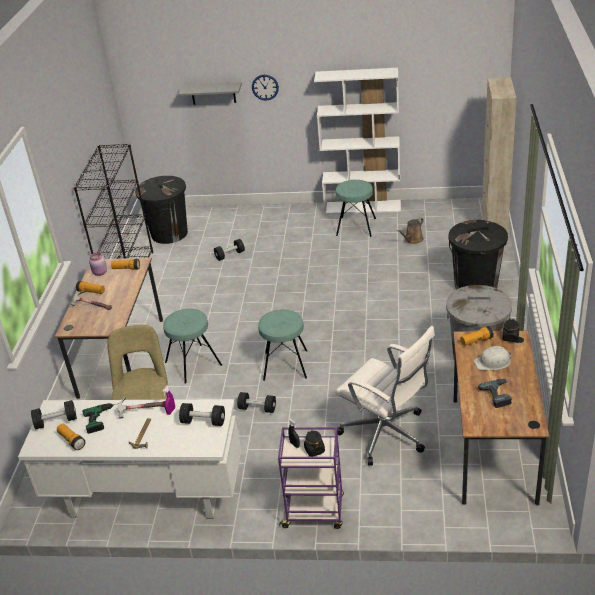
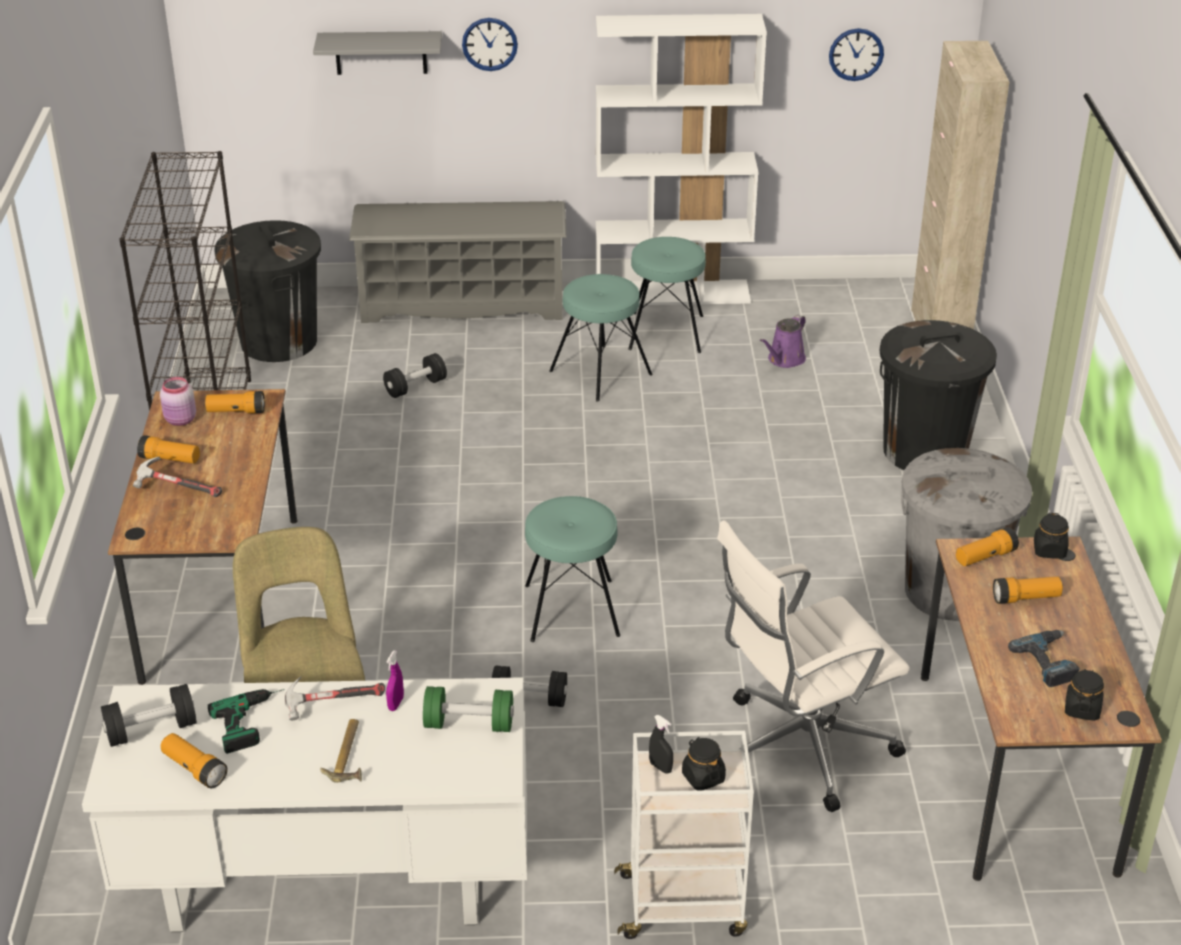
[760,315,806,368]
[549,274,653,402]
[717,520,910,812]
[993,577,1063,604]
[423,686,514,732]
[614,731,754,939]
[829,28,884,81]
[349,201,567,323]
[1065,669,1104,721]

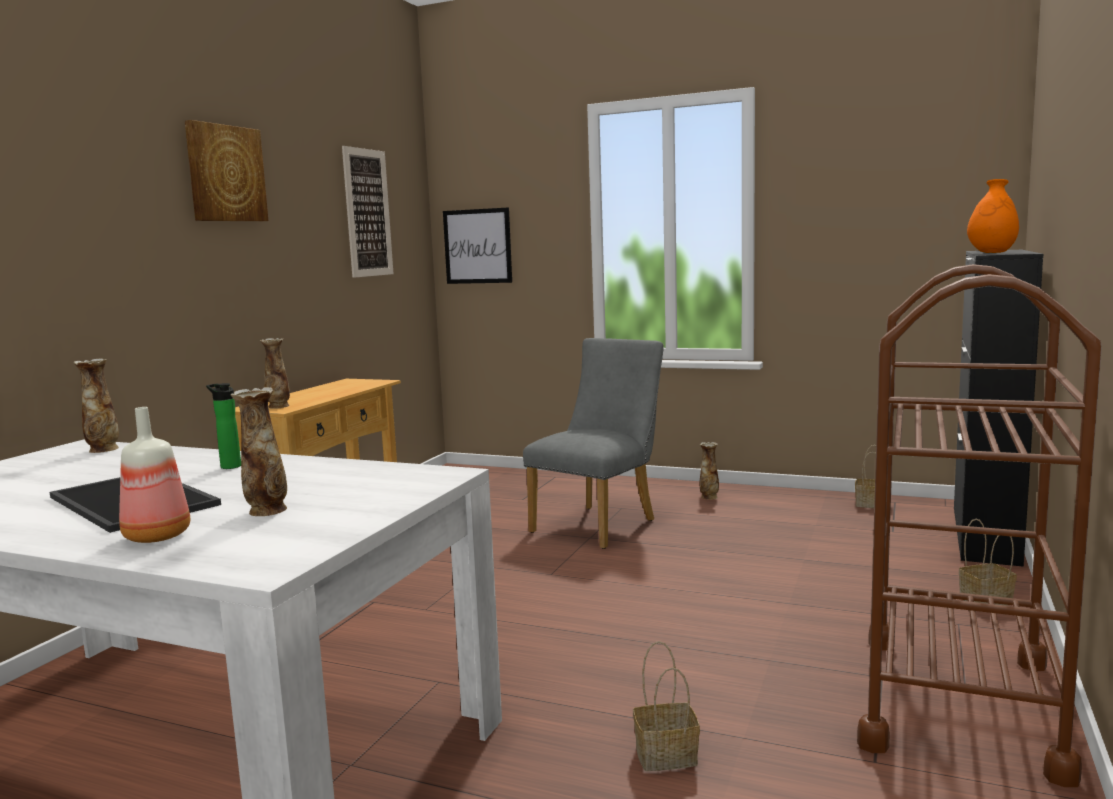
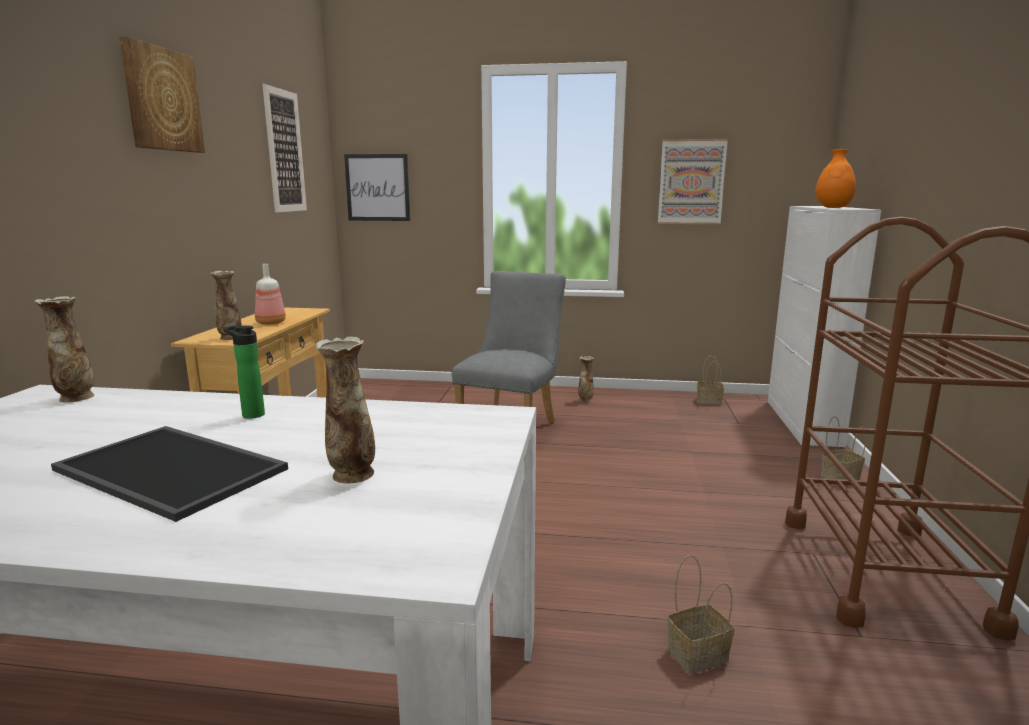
[768,206,881,447]
[255,264,286,325]
[658,139,728,224]

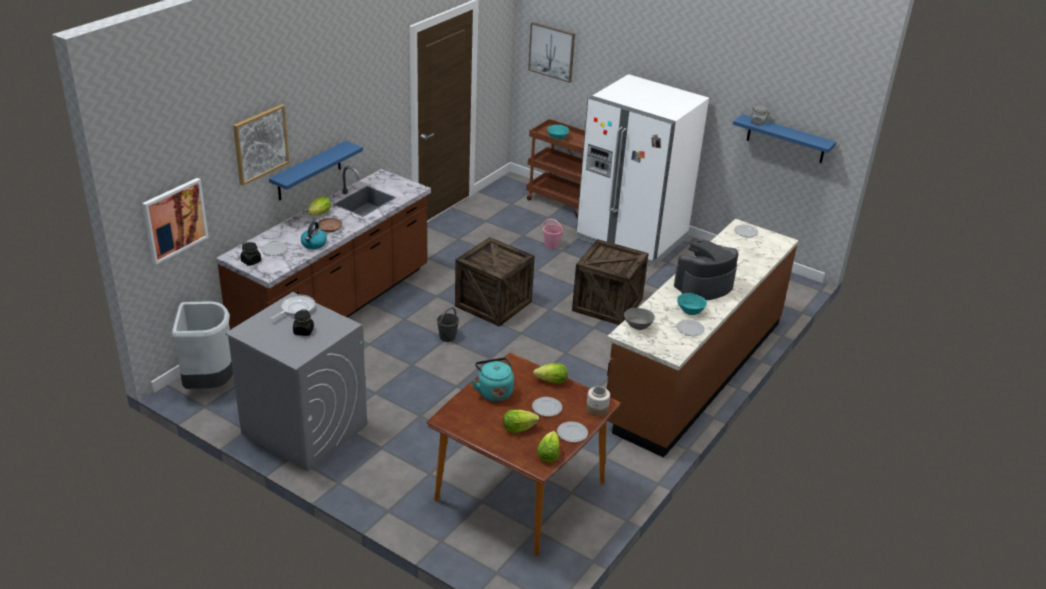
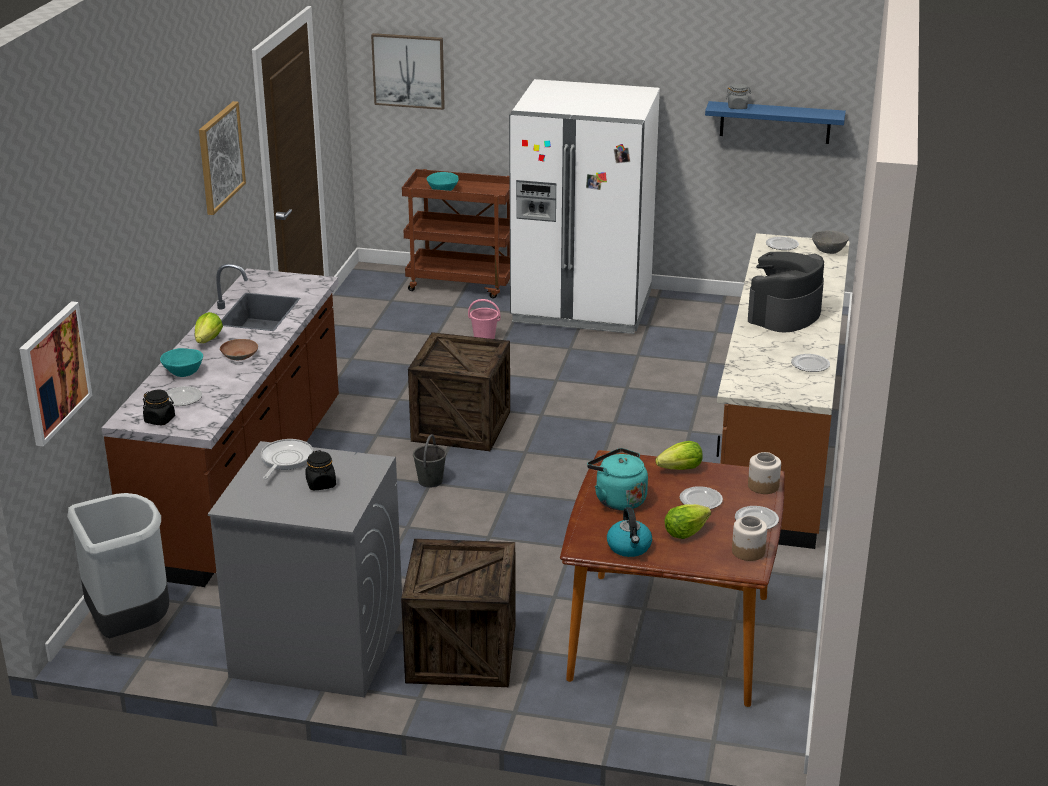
[199,101,246,215]
[269,141,363,201] (first image)
[607,507,652,557]
[401,539,516,687]
[160,348,203,377]
[812,231,849,254]
[732,516,767,561]

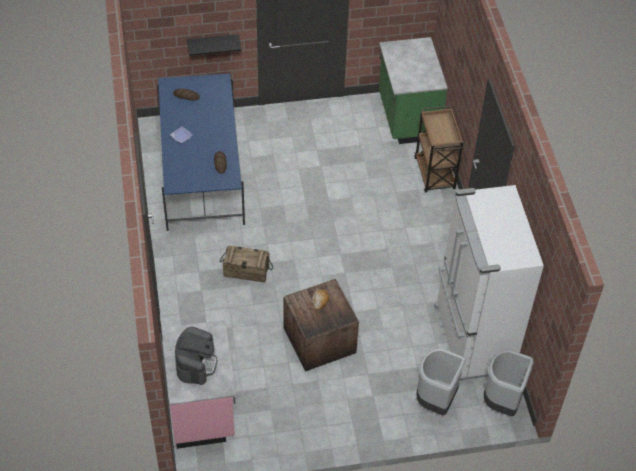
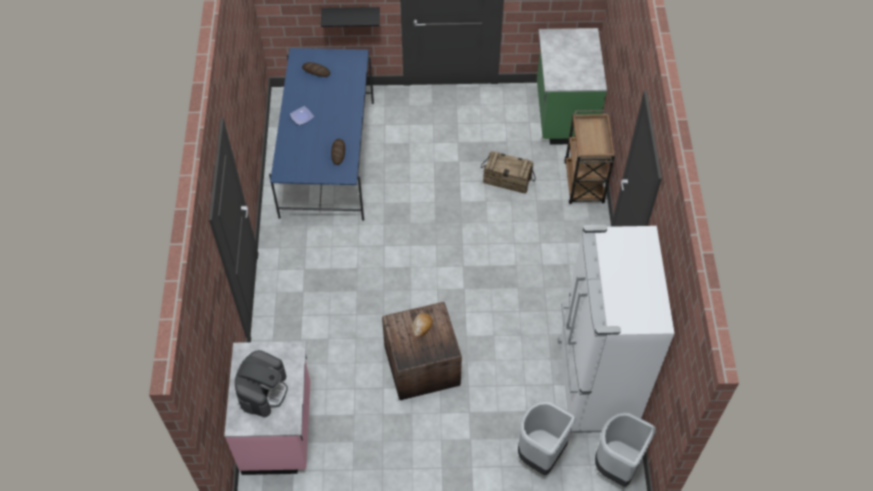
[481,151,536,194]

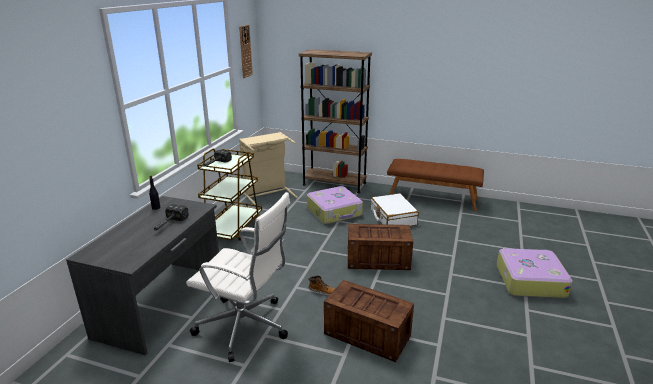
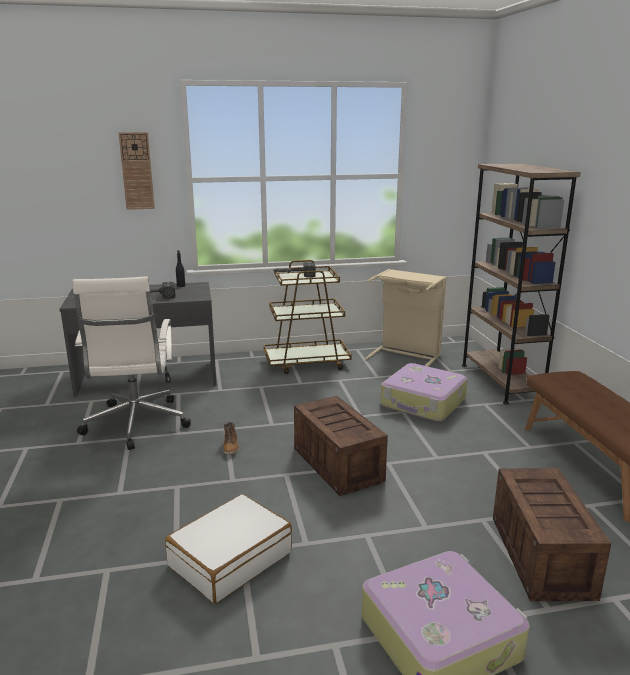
[119,132,155,210]
[165,494,292,604]
[493,468,611,601]

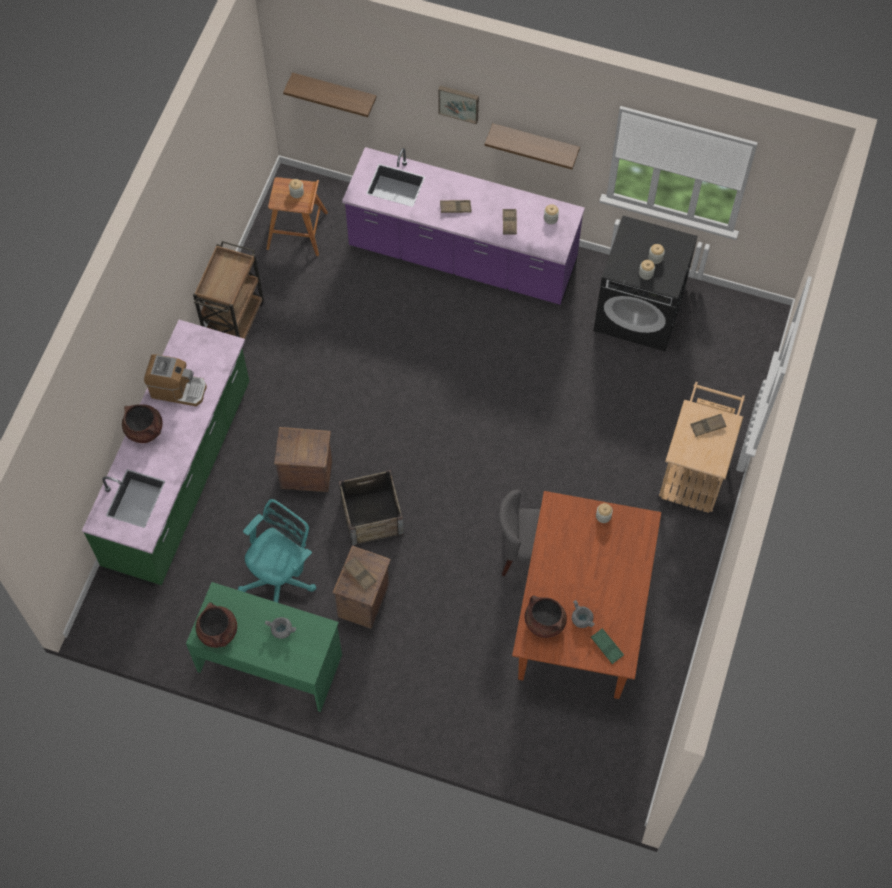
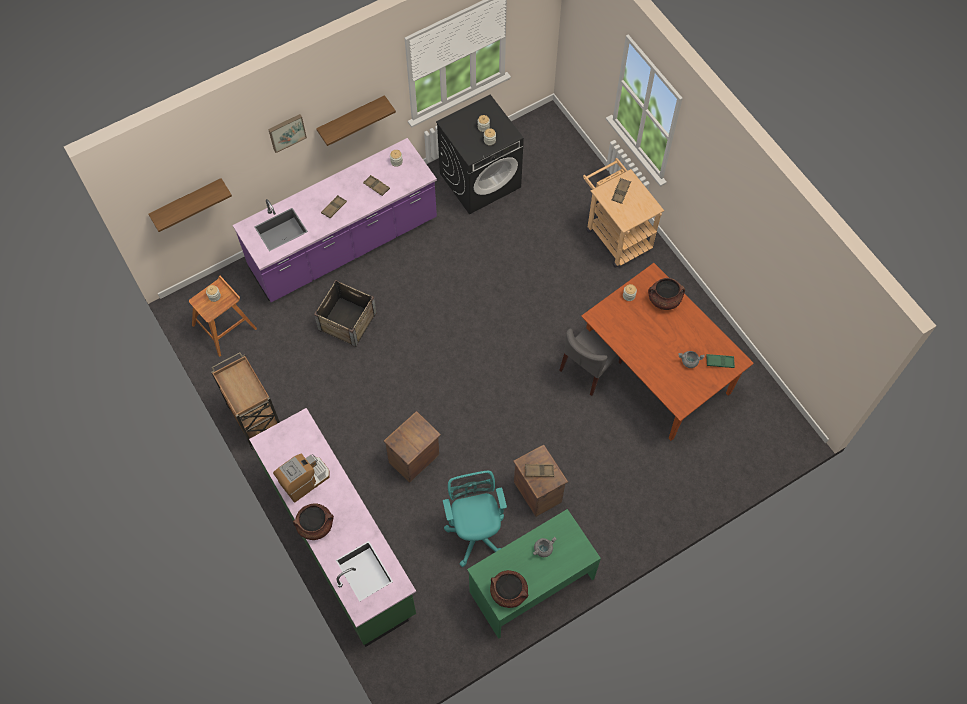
[314,280,377,347]
[648,278,685,310]

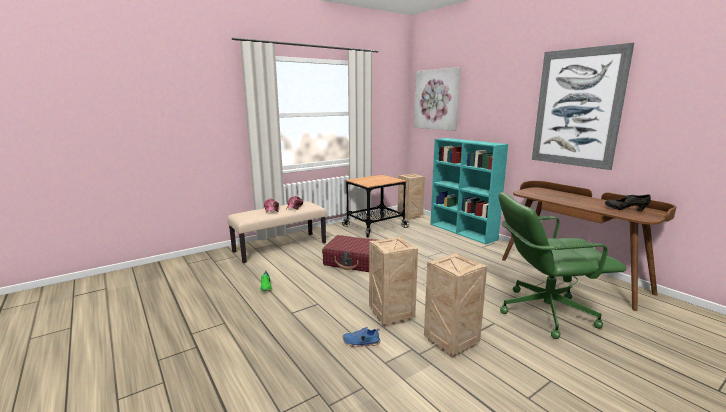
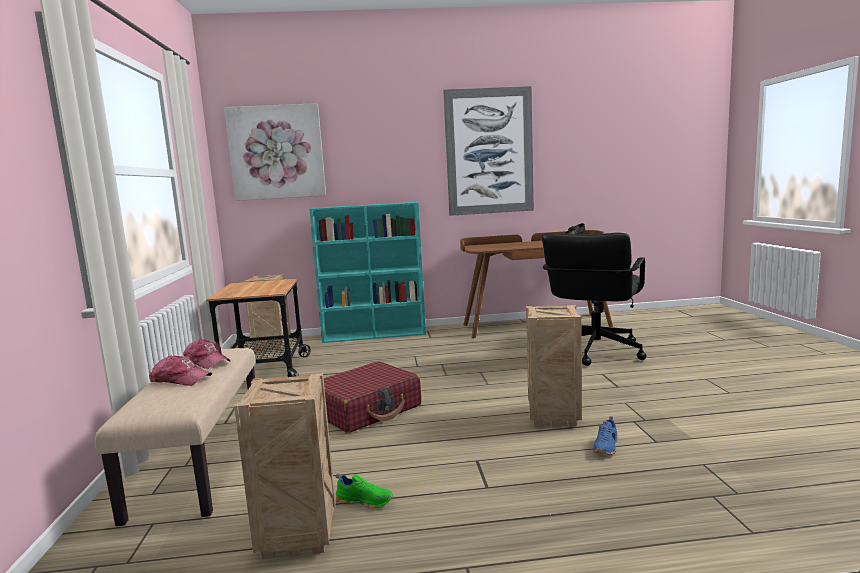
[542,233,646,366]
[234,373,336,559]

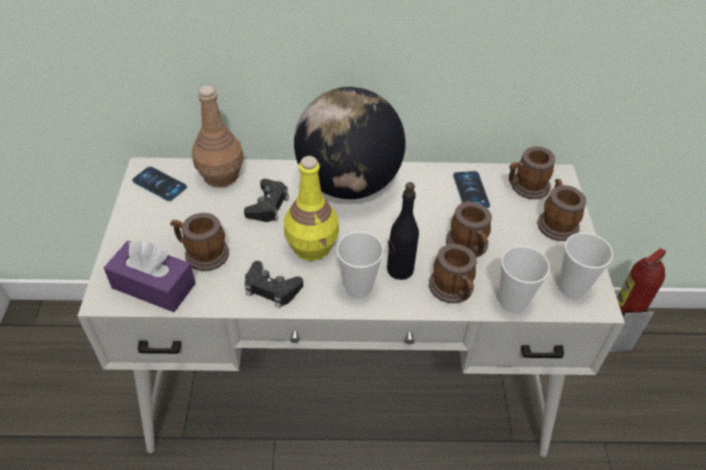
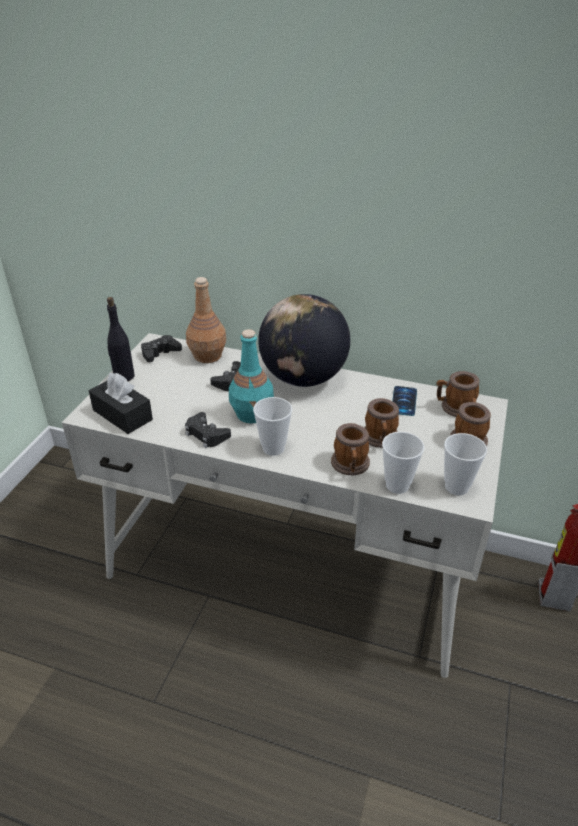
[229,329,274,423]
[141,335,182,362]
[107,297,135,381]
[170,213,229,271] (first image)
[89,373,153,434]

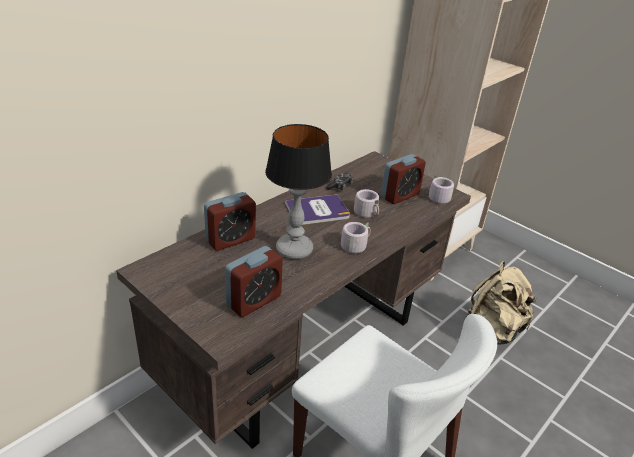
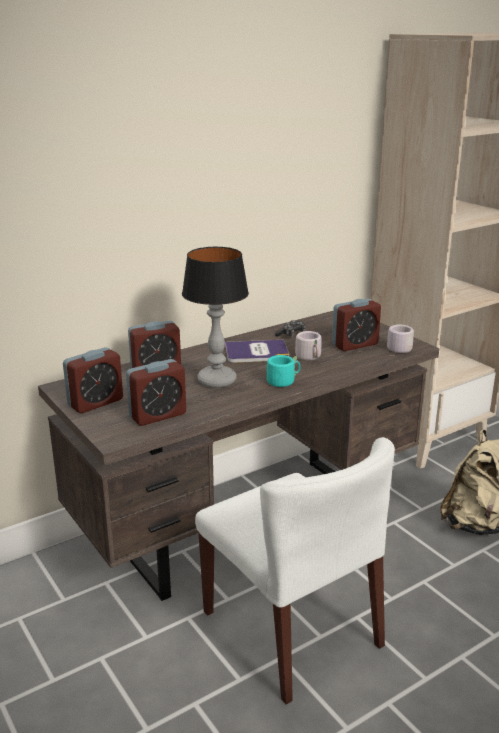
[260,355,301,387]
[63,347,123,413]

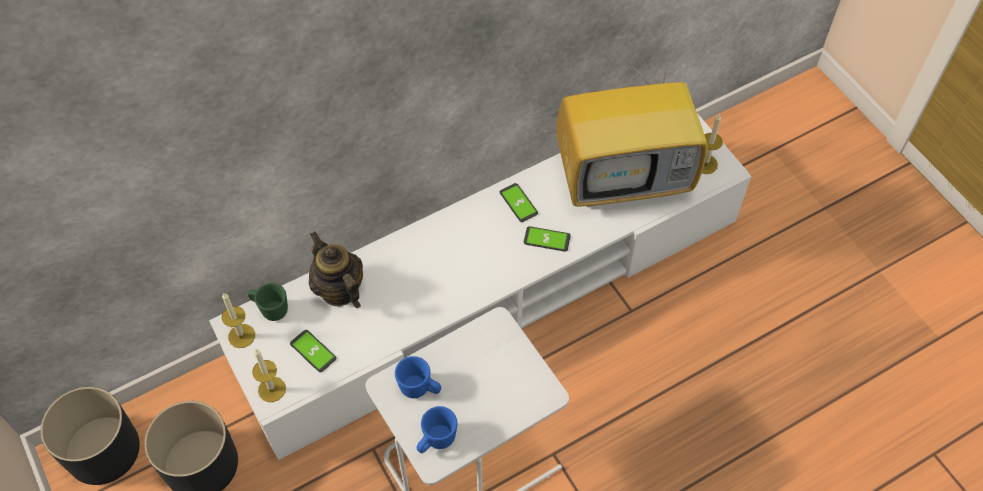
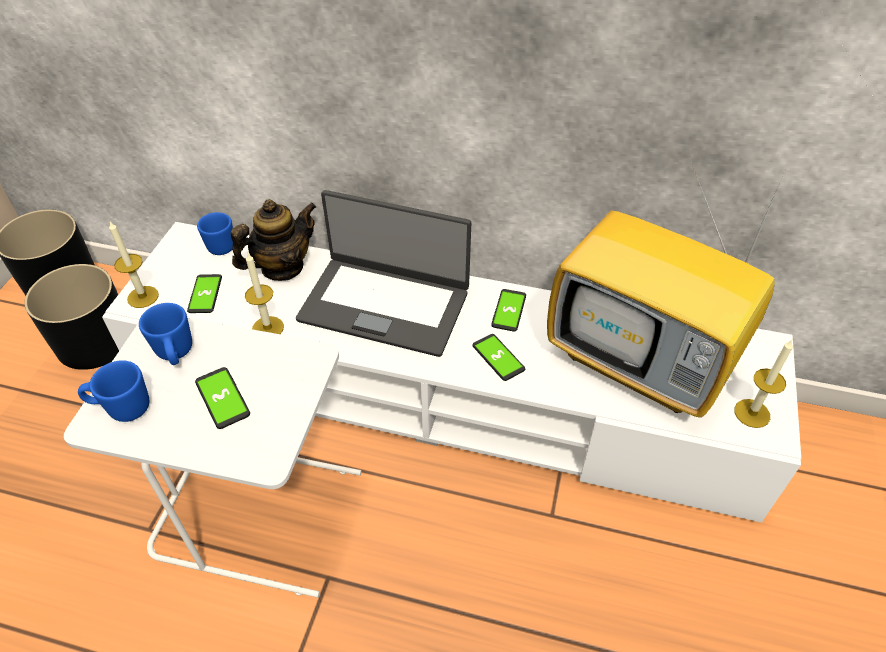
[231,199,316,281]
[197,212,233,255]
[245,253,284,334]
[296,190,471,357]
[195,367,250,429]

